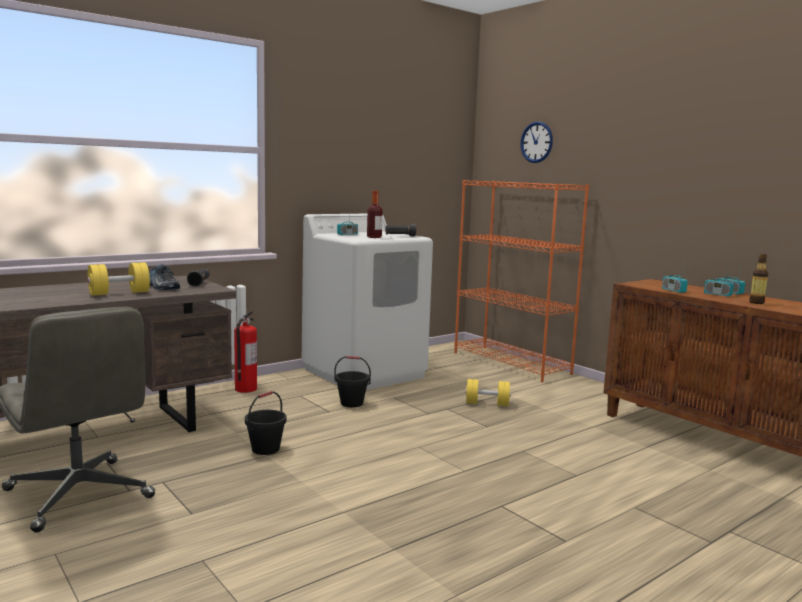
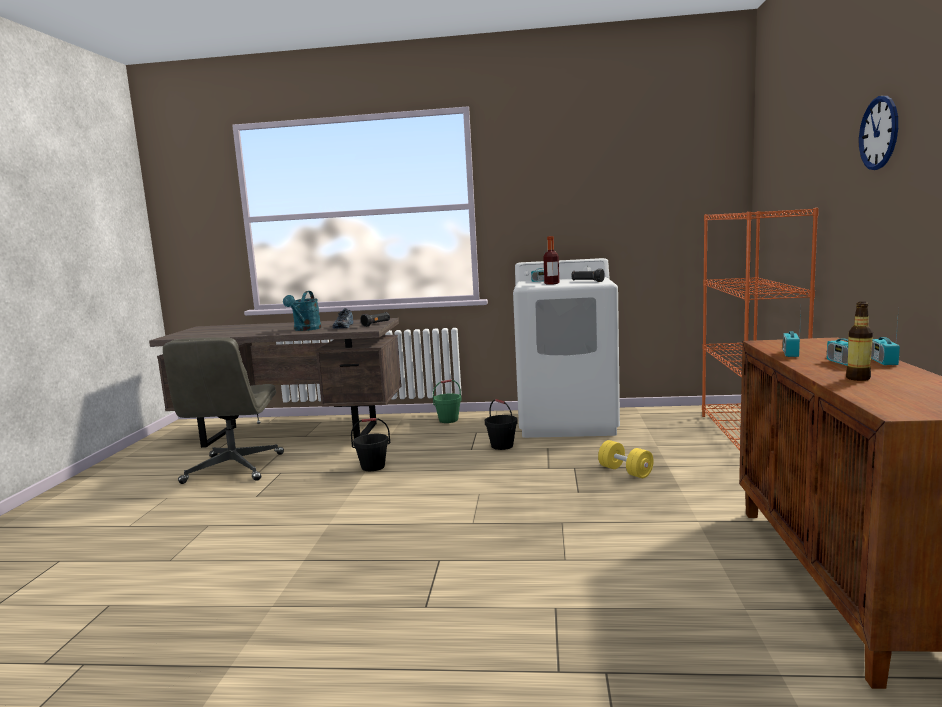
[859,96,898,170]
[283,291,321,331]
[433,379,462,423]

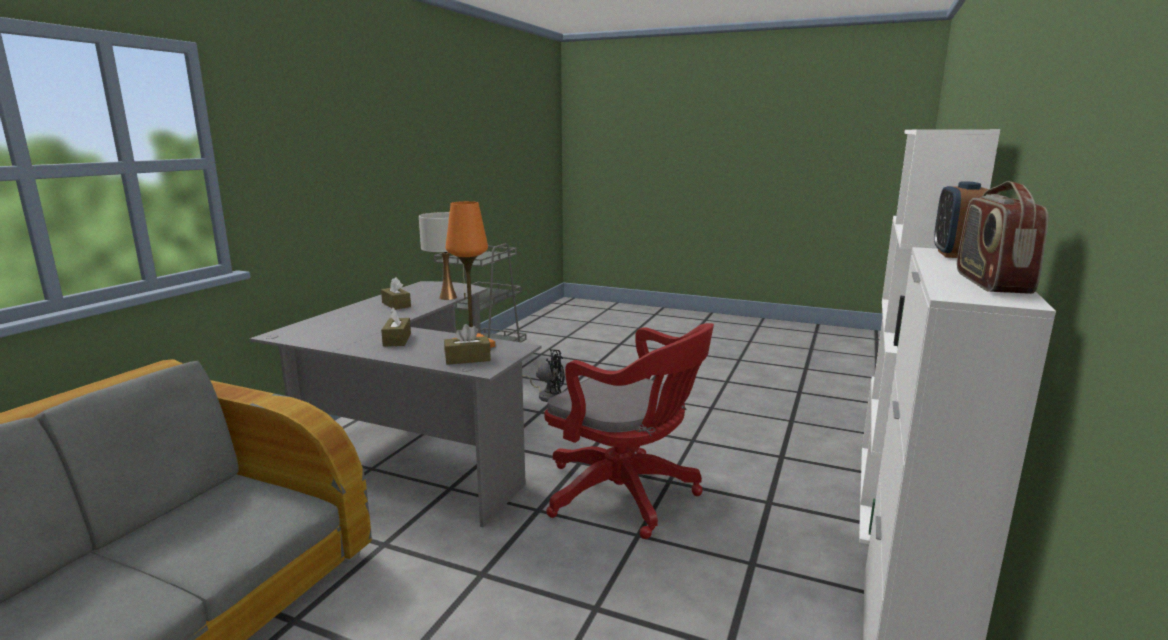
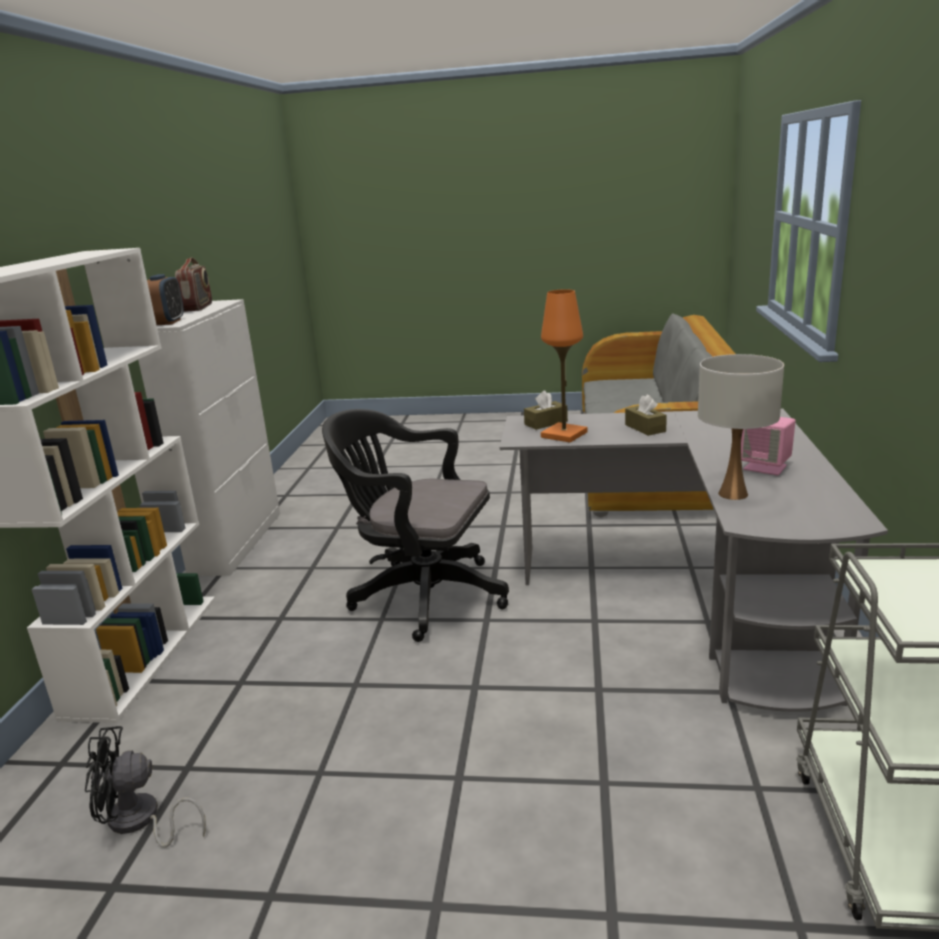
[741,417,796,475]
[322,409,509,642]
[85,726,206,848]

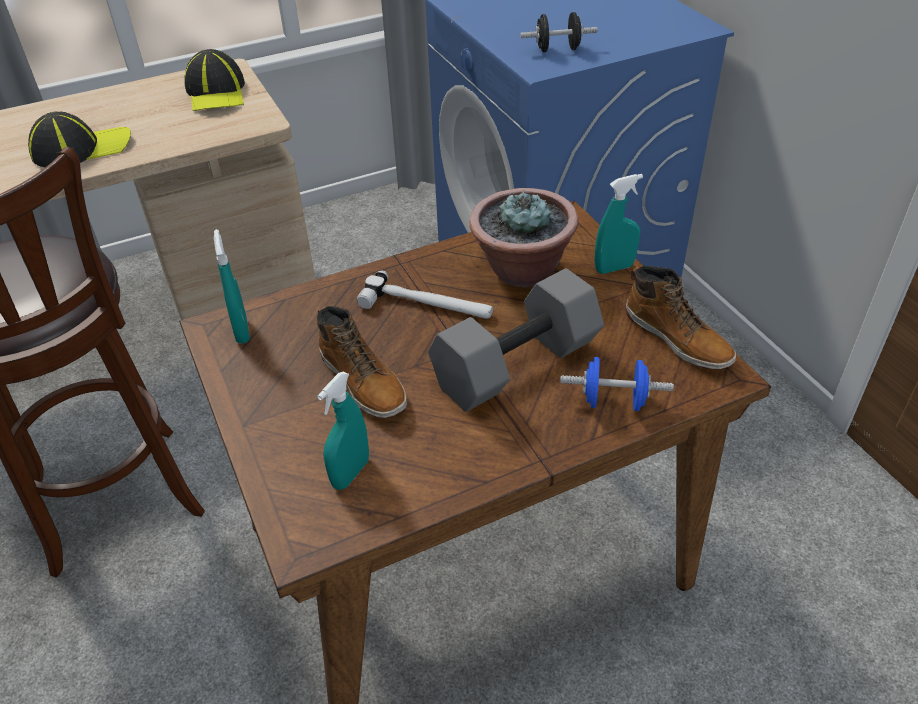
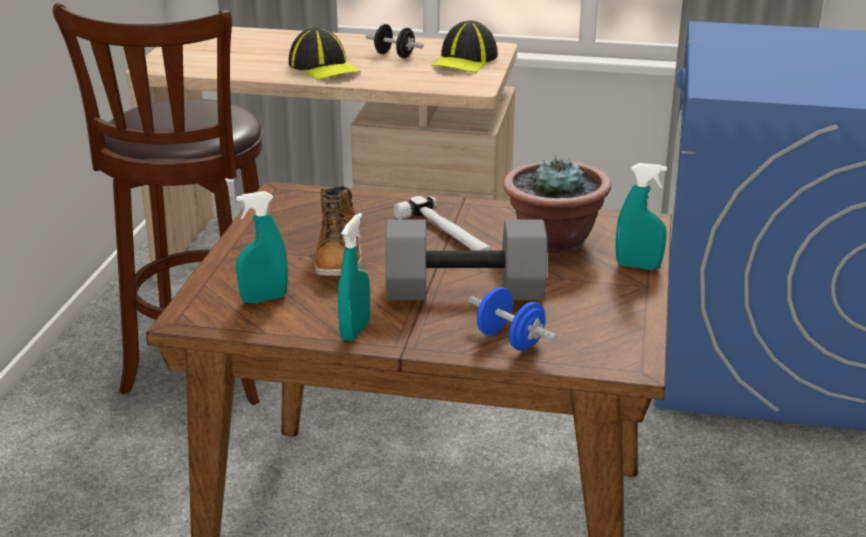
[366,24,423,58]
[289,27,361,80]
[338,213,370,341]
[625,266,736,369] (first image)

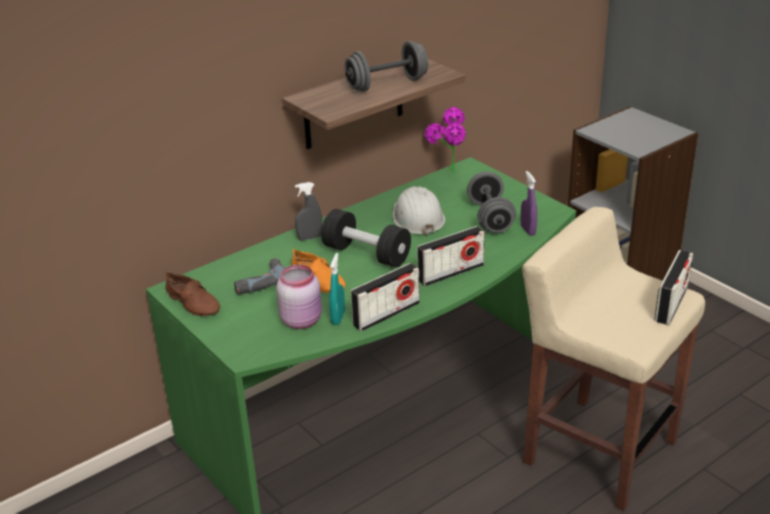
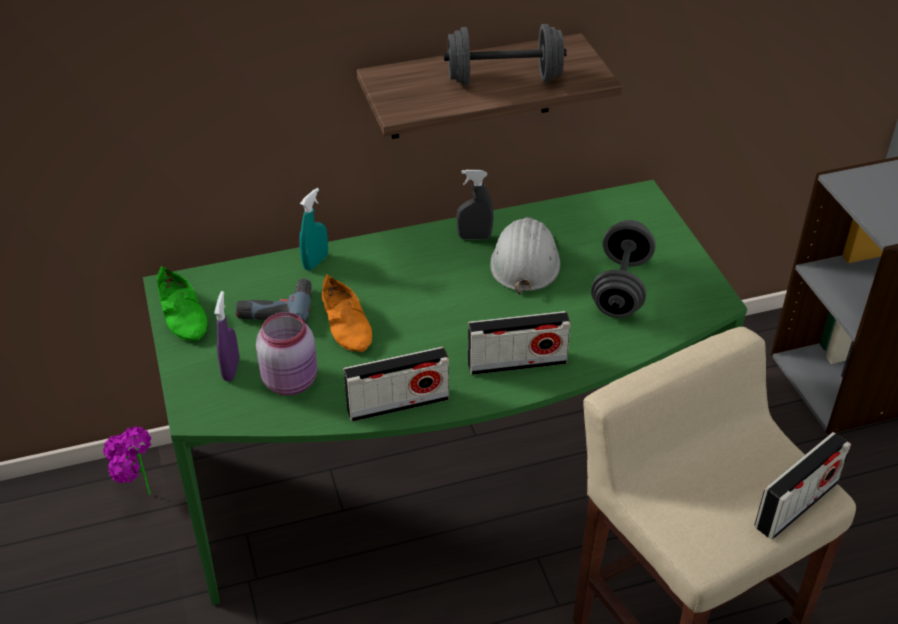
[103,426,151,495]
[214,291,239,381]
[456,170,493,239]
[321,209,411,268] (first image)
[299,188,328,270]
[157,266,207,341]

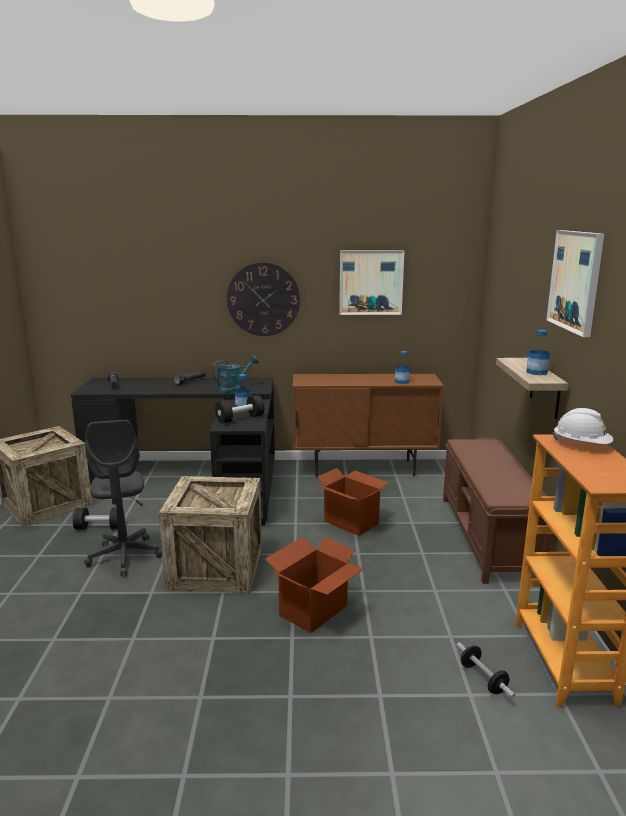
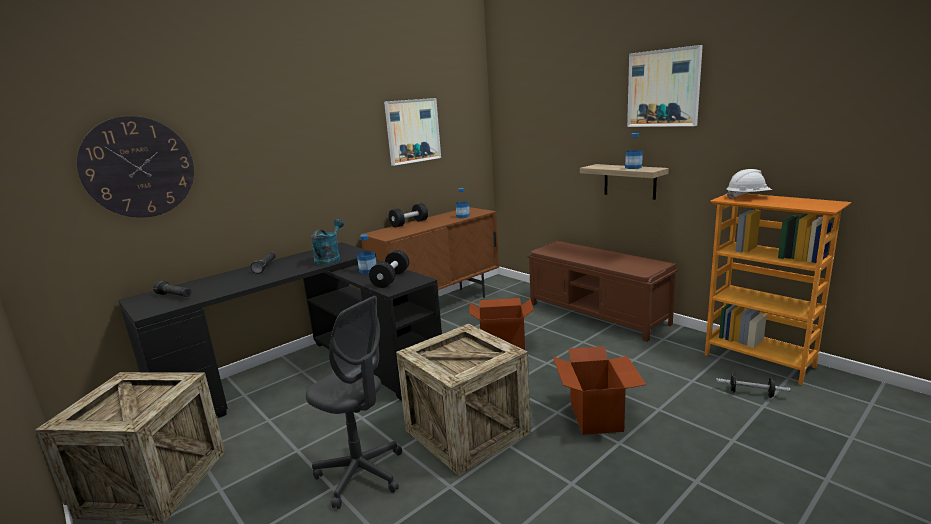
[77,116,194,218]
[389,203,428,227]

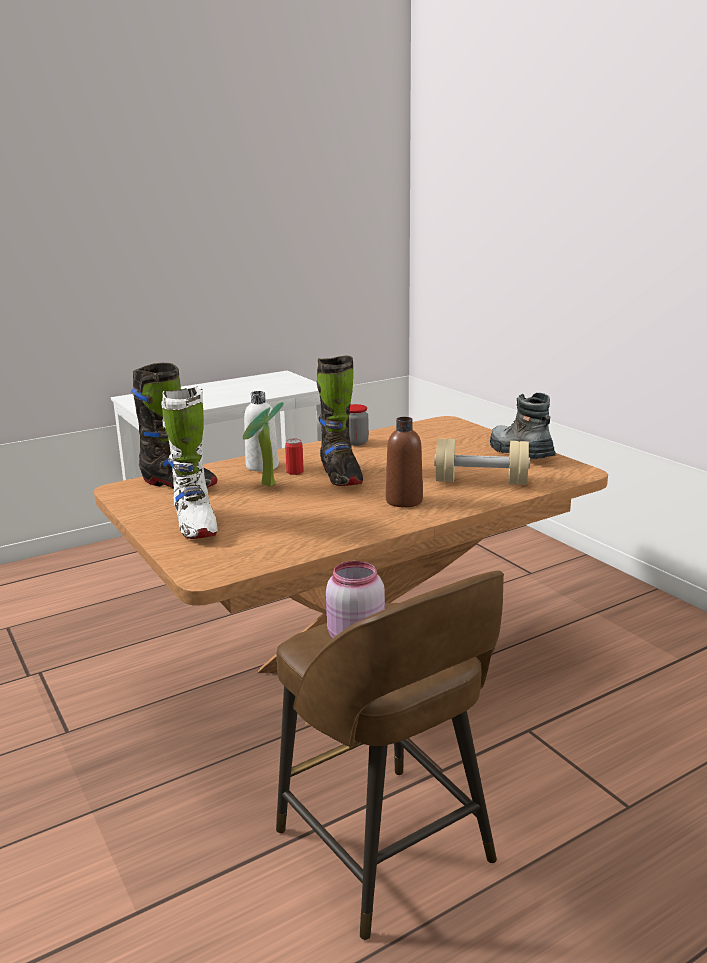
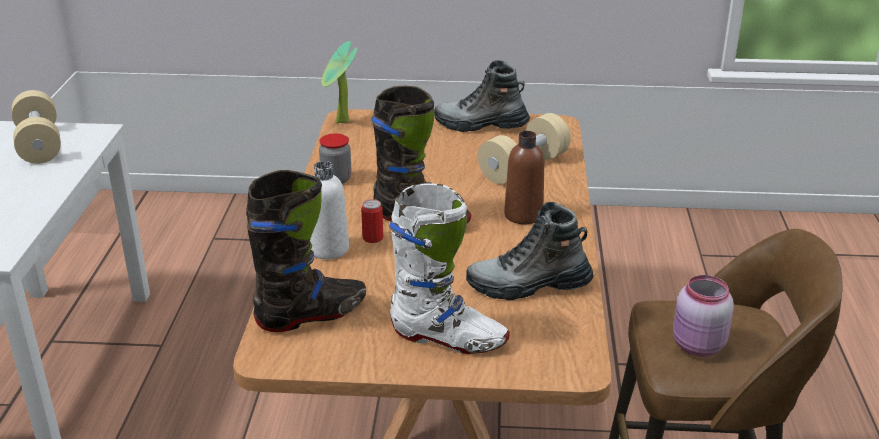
[321,41,357,124]
[12,90,61,164]
[466,202,593,300]

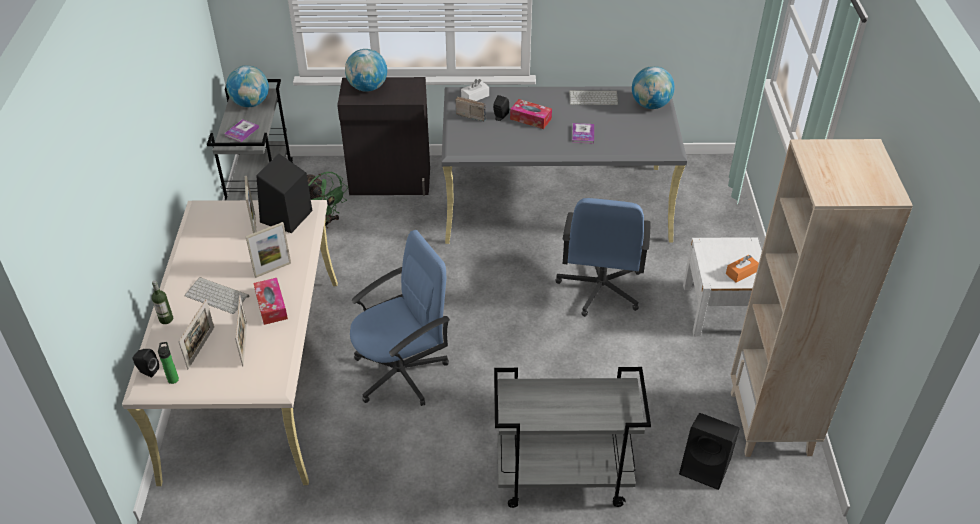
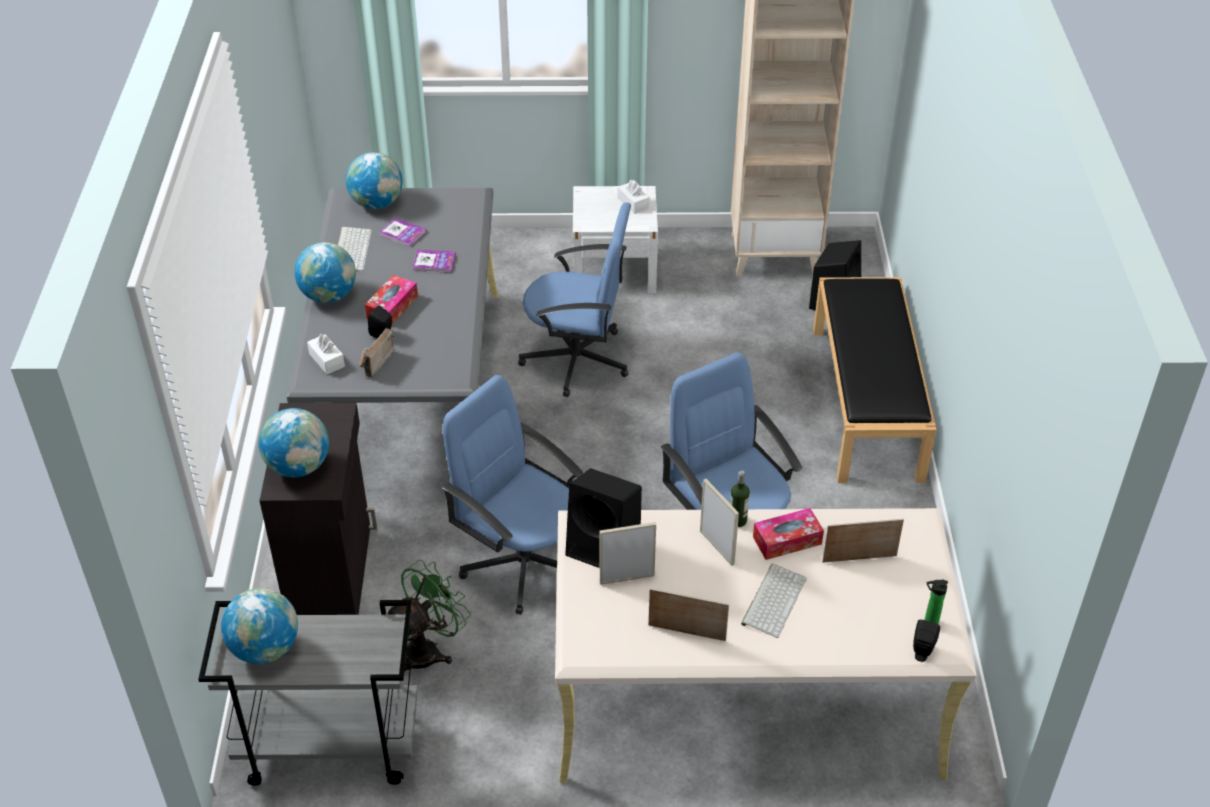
[379,218,427,247]
[617,180,649,214]
[730,471,750,527]
[648,588,729,641]
[813,277,937,483]
[294,242,356,303]
[442,375,583,615]

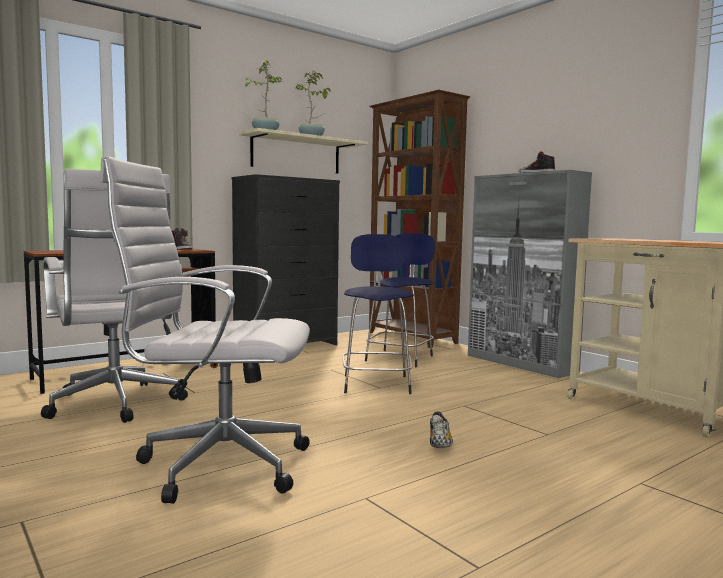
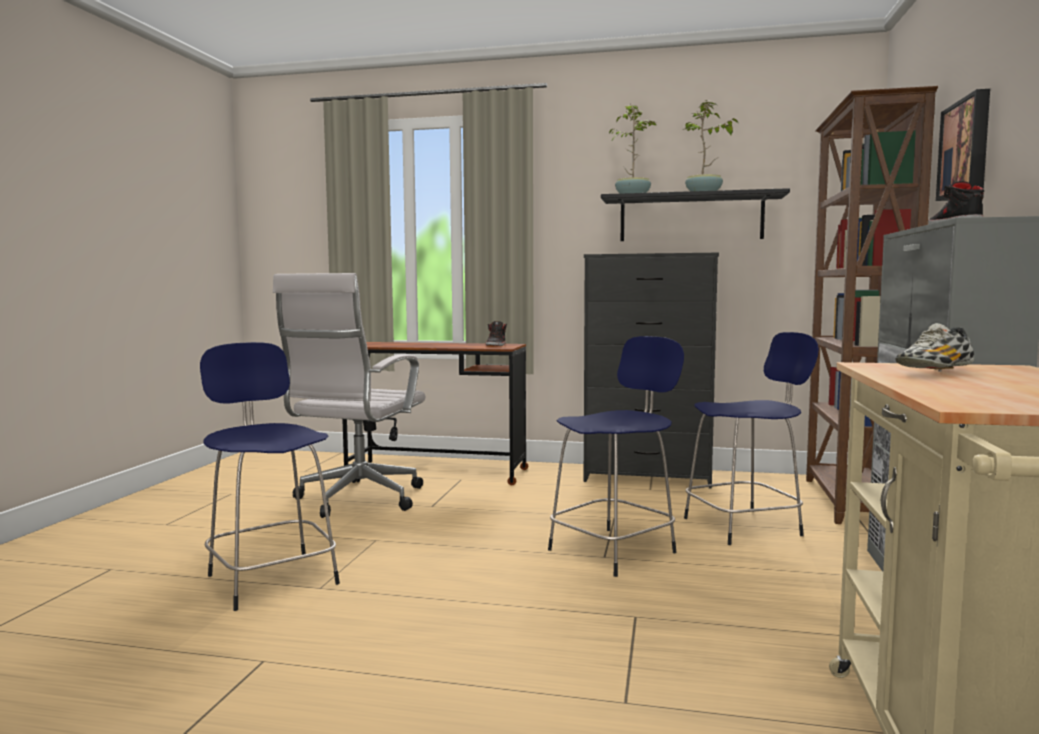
[601,188,790,241]
[200,342,340,611]
[895,323,974,372]
[936,89,990,201]

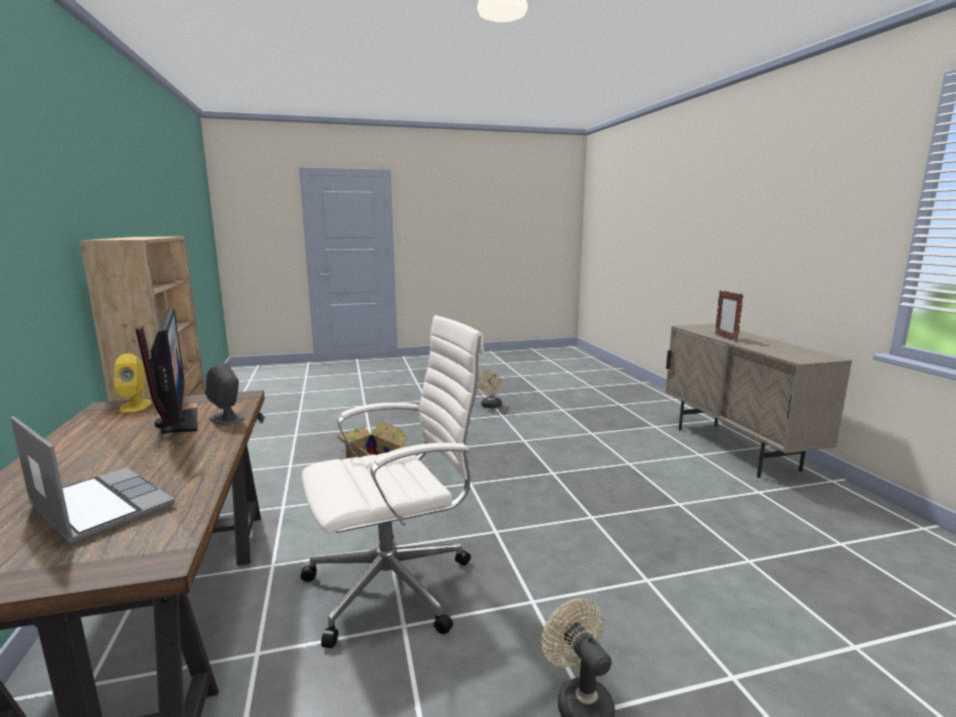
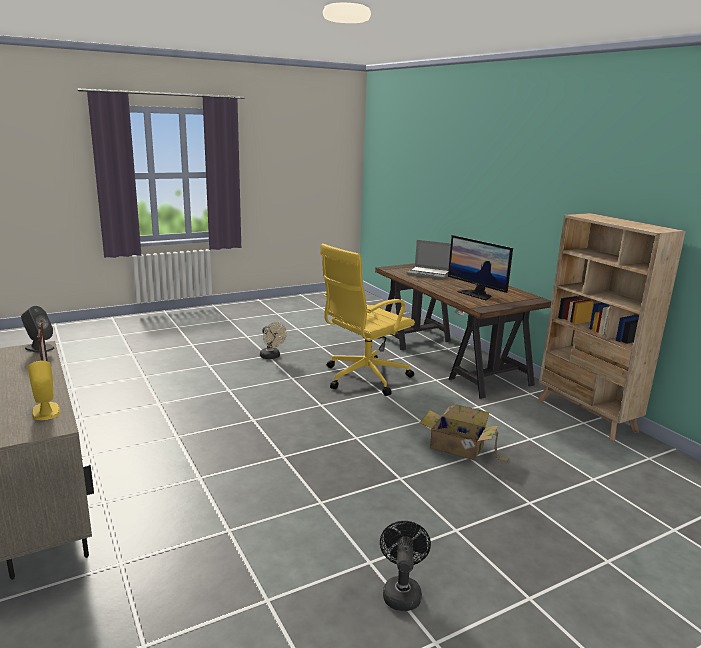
[320,243,415,396]
[28,361,60,420]
[21,306,54,353]
[380,521,431,611]

